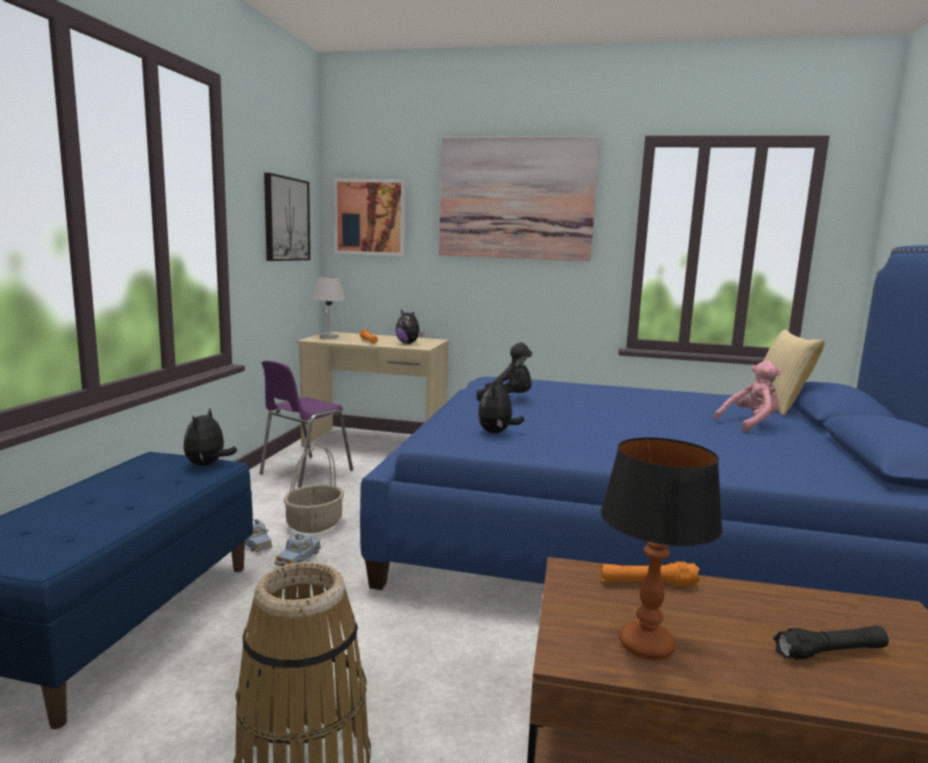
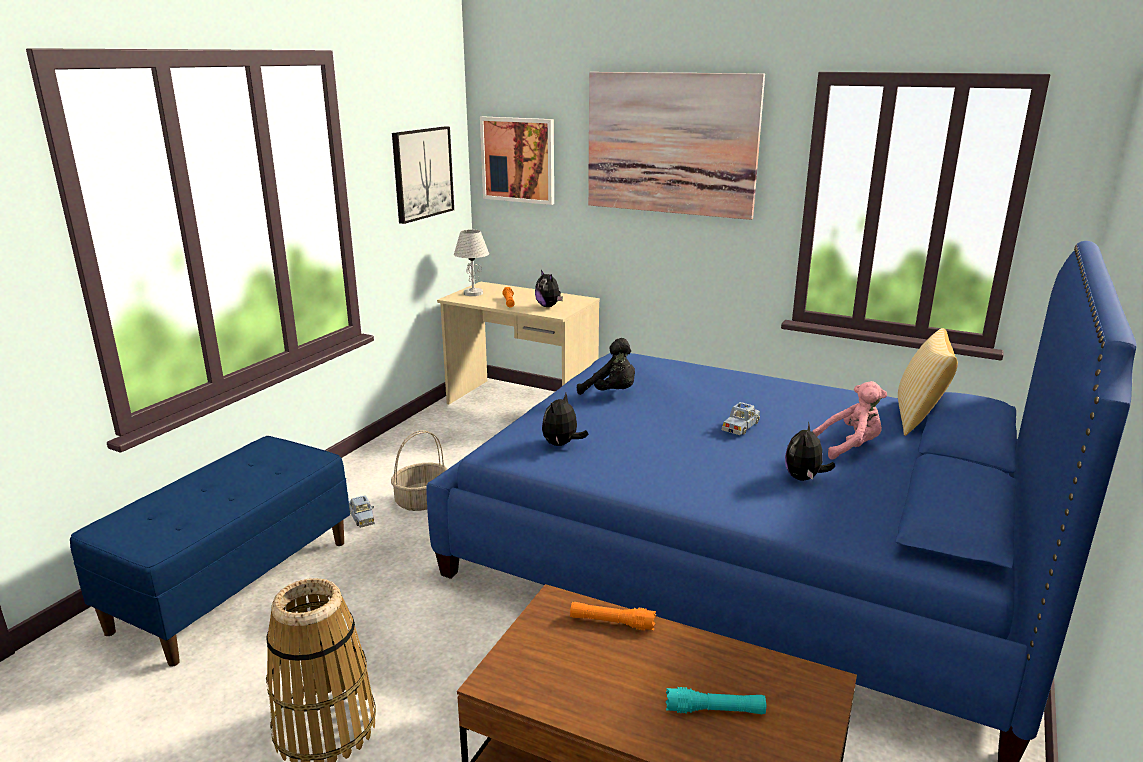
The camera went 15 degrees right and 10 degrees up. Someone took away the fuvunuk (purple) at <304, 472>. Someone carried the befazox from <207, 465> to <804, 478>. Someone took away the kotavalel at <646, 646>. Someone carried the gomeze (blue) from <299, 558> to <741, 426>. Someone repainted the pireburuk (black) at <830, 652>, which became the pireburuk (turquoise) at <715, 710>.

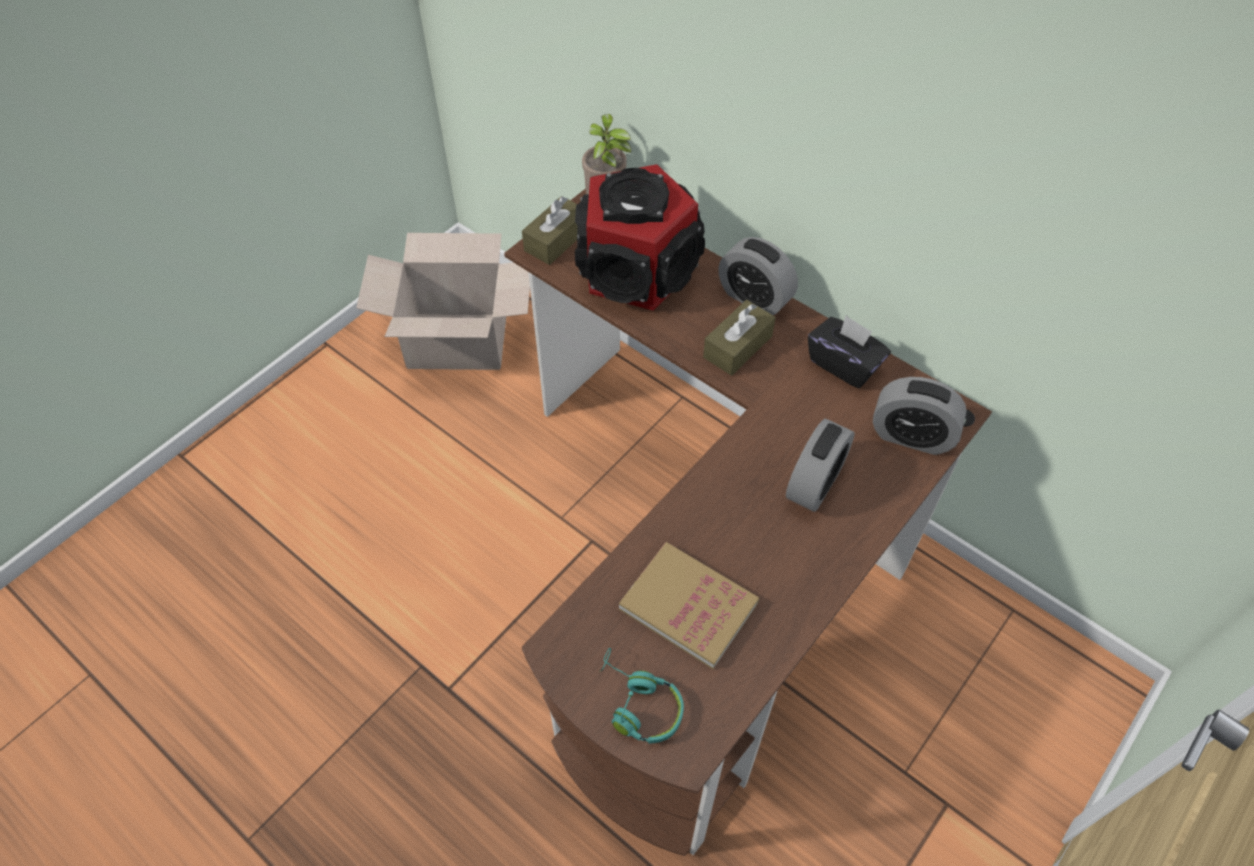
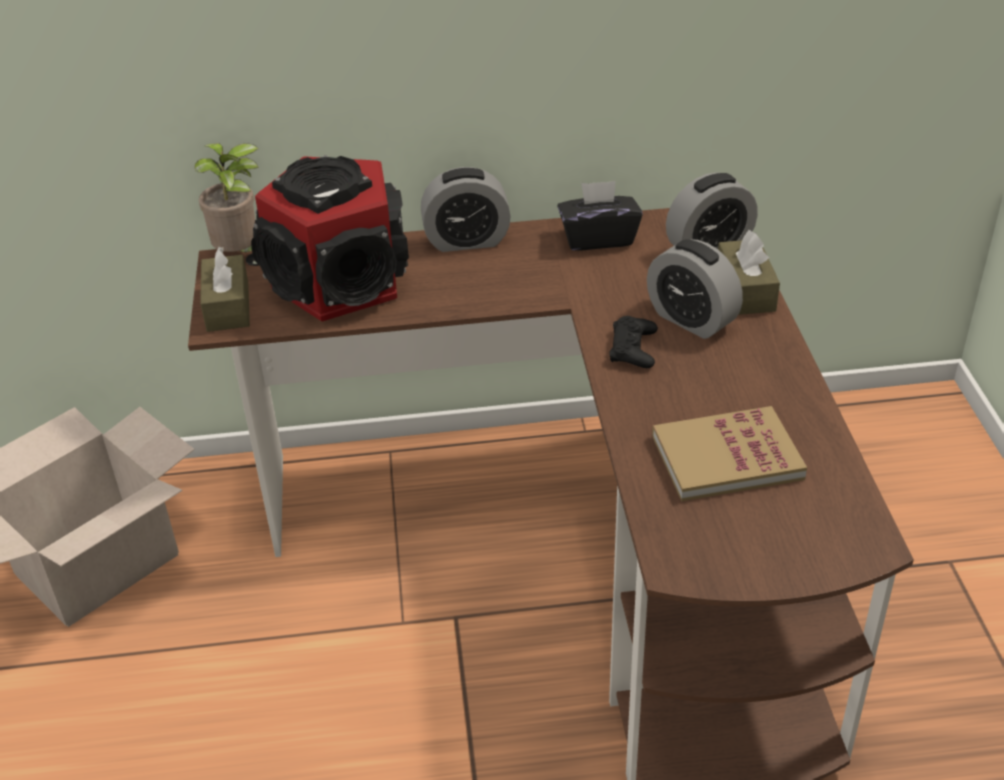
The camera went 45 degrees left and 15 degrees down. Someone carried the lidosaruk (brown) from <737, 347> to <745, 290>. Someone rotated the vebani at <814, 483> by 150 degrees clockwise. Someone took away the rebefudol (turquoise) at <638, 704>. Someone put down the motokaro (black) at <633, 348>.

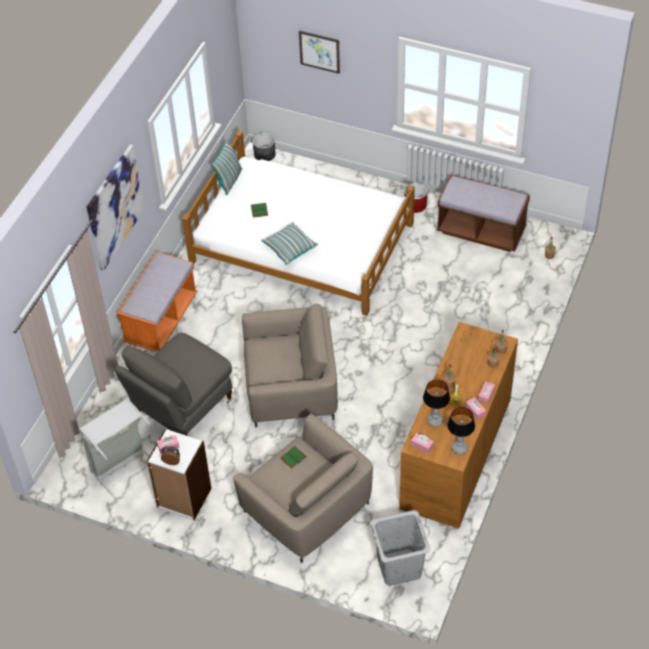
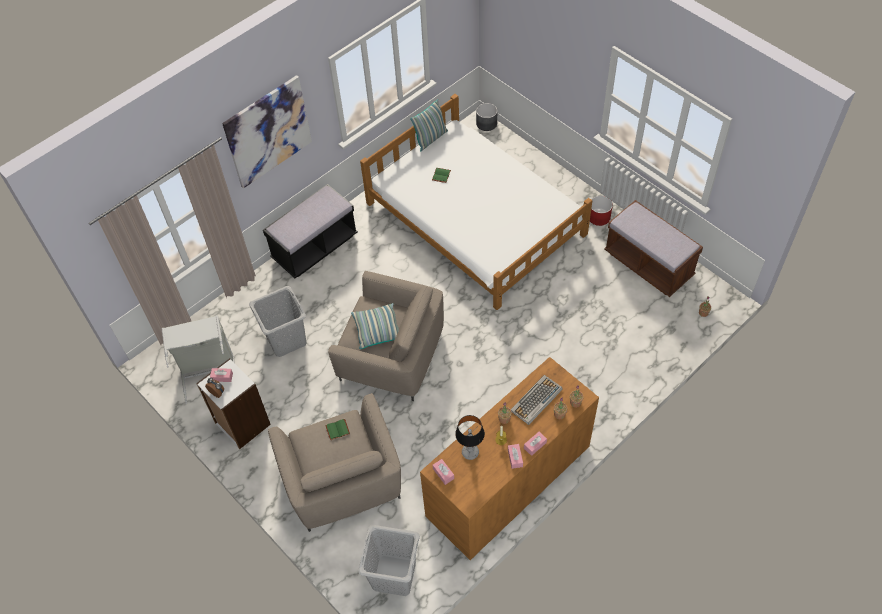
The camera went 25 degrees right and 5 degrees up. Someone took away the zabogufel at <319, 51>. Someone carried the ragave from <289, 248> to <377, 330>. Someone repainted the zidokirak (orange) at <161, 319>, which became the zidokirak (black) at <315, 247>. Someone swapped the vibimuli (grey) at <181, 410> for the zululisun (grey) at <285, 339>. Someone took away the kotavalel at <459, 448>. Someone put down the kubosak at <536, 400>.

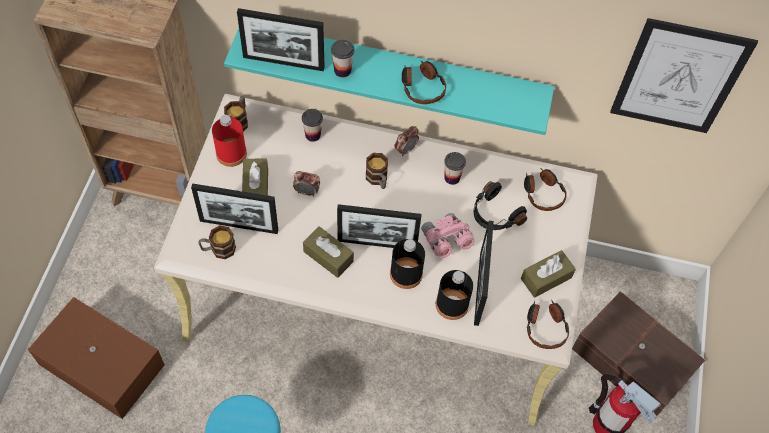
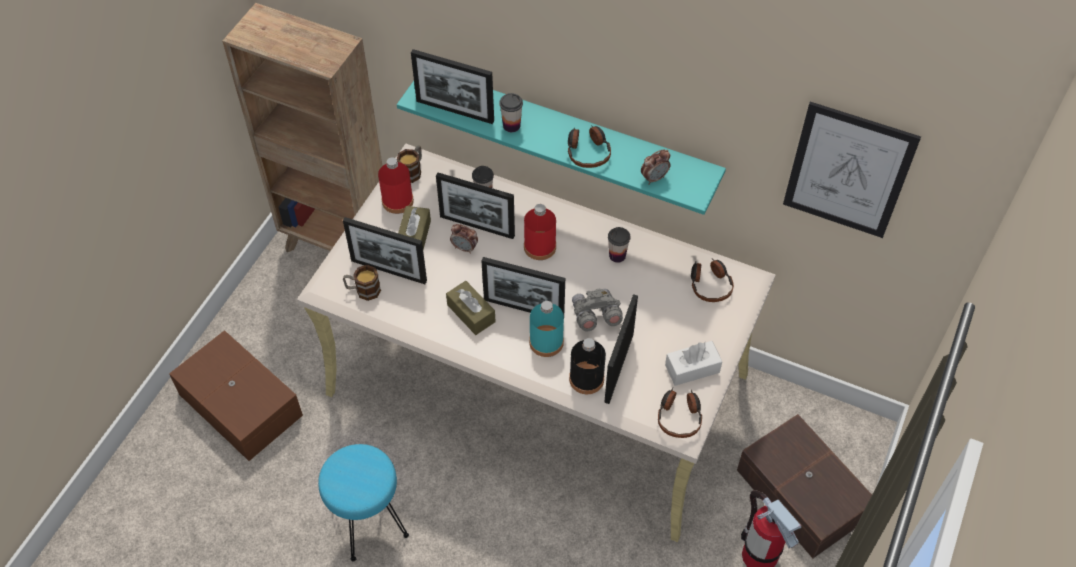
The camera went 15 degrees right and 5 degrees down. Someone carried the vebani from <406, 149> to <654, 178>. Someone swapped the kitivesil at <378, 180> for the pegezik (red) at <540, 247>. Someone took away the rebefudol (black) at <494, 214>. Someone repainted the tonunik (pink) at <445, 241>, which became the tonunik (grey) at <595, 317>. Someone repainted the pegezik (black) at <406, 274>, which became the pegezik (turquoise) at <546, 342>. Someone repainted the lidosaruk (brown) at <546, 278>, which became the lidosaruk (white) at <692, 368>. Someone put down the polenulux at <477, 226>.

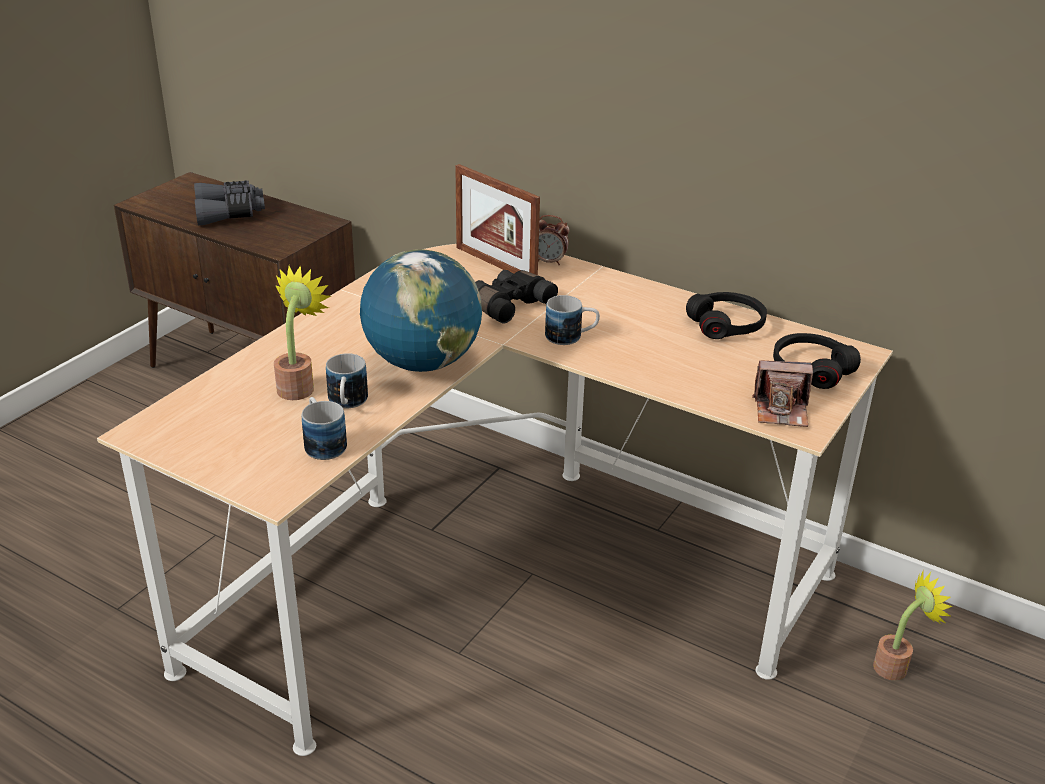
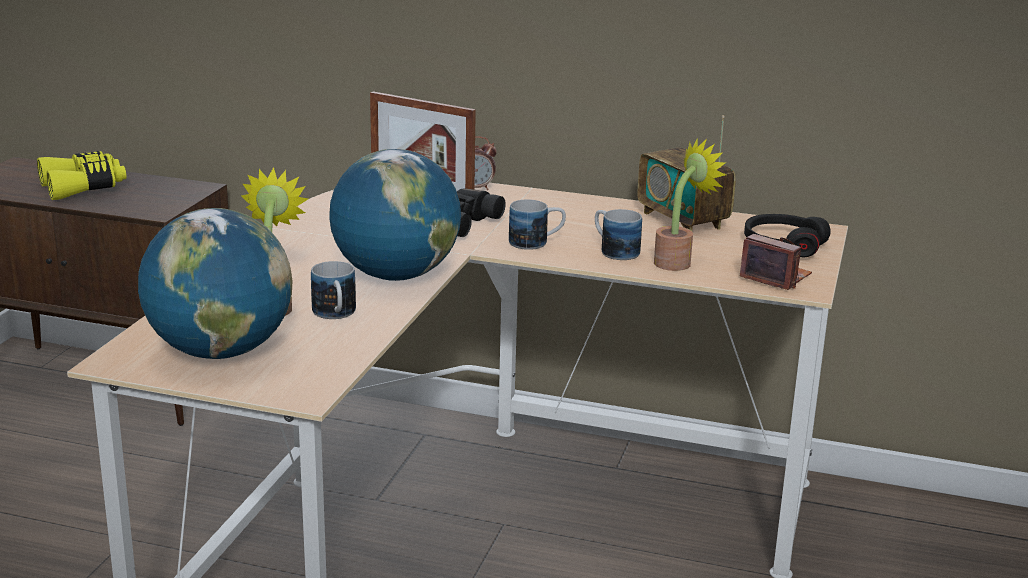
The camera went 15 degrees left and 10 degrees down. Someone repainted the tonunik (grey) at <230, 213>, which became the tonunik (yellow) at <83, 187>. Someone swapped the rebefudol (black) at <726, 325> for the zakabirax at <682, 220>. Someone rotated the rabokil at <781, 410> by 135 degrees counterclockwise. Someone carried the kitivesil from <322, 443> to <614, 250>. Someone carried the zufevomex from <896, 666> to <678, 262>. Someone put down the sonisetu at <220, 352>.

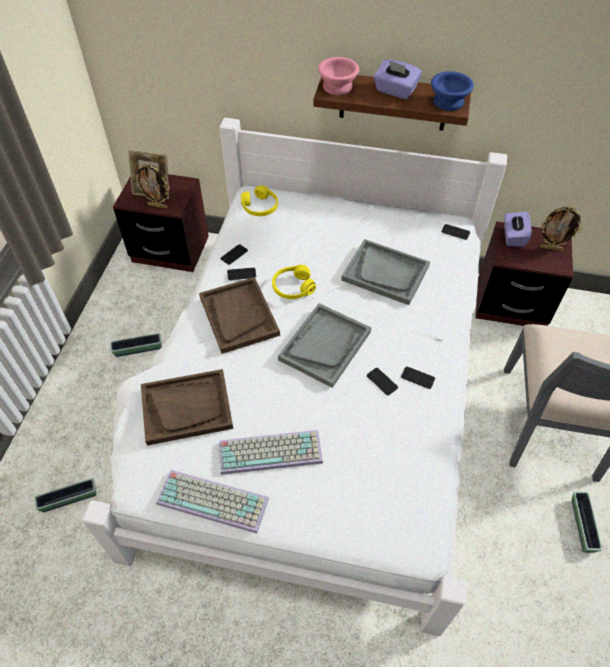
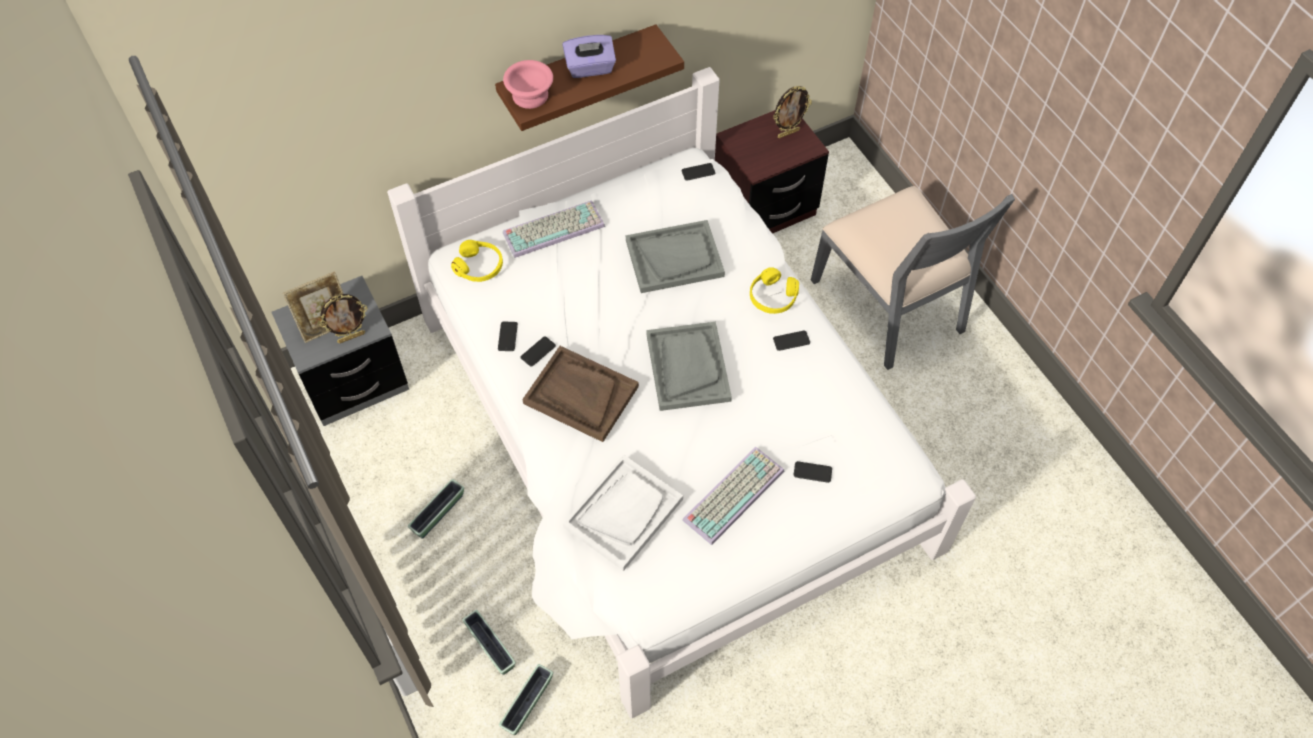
The camera went 40 degrees left and 5 degrees up. Someone took away the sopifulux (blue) at <447, 102>. Someone repainted the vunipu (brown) at <170, 249>, which became the vunipu (grey) at <354, 381>. Someone took away the lidosaruk (purple) at <513, 236>. Someone carried the rebefudol (yellow) from <293, 287> to <772, 297>. Someone carried the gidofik from <382, 381> to <812, 472>. Someone repainted the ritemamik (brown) at <187, 407>, which became the ritemamik (white) at <623, 513>. Someone carried the kubosak from <215, 499> to <554, 228>. Someone carried the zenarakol from <582, 525> to <490, 647>.

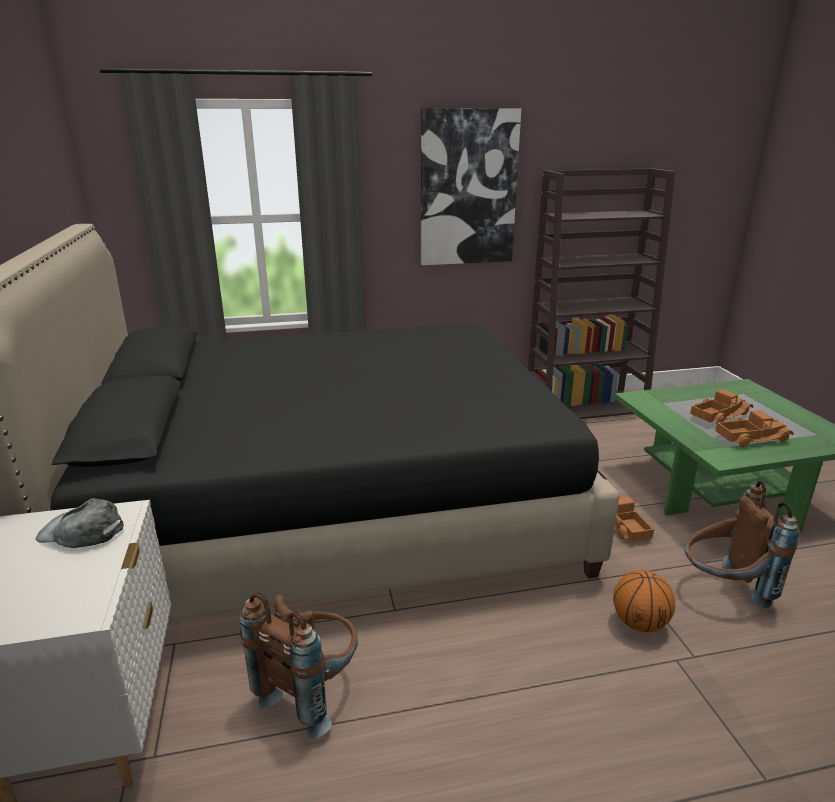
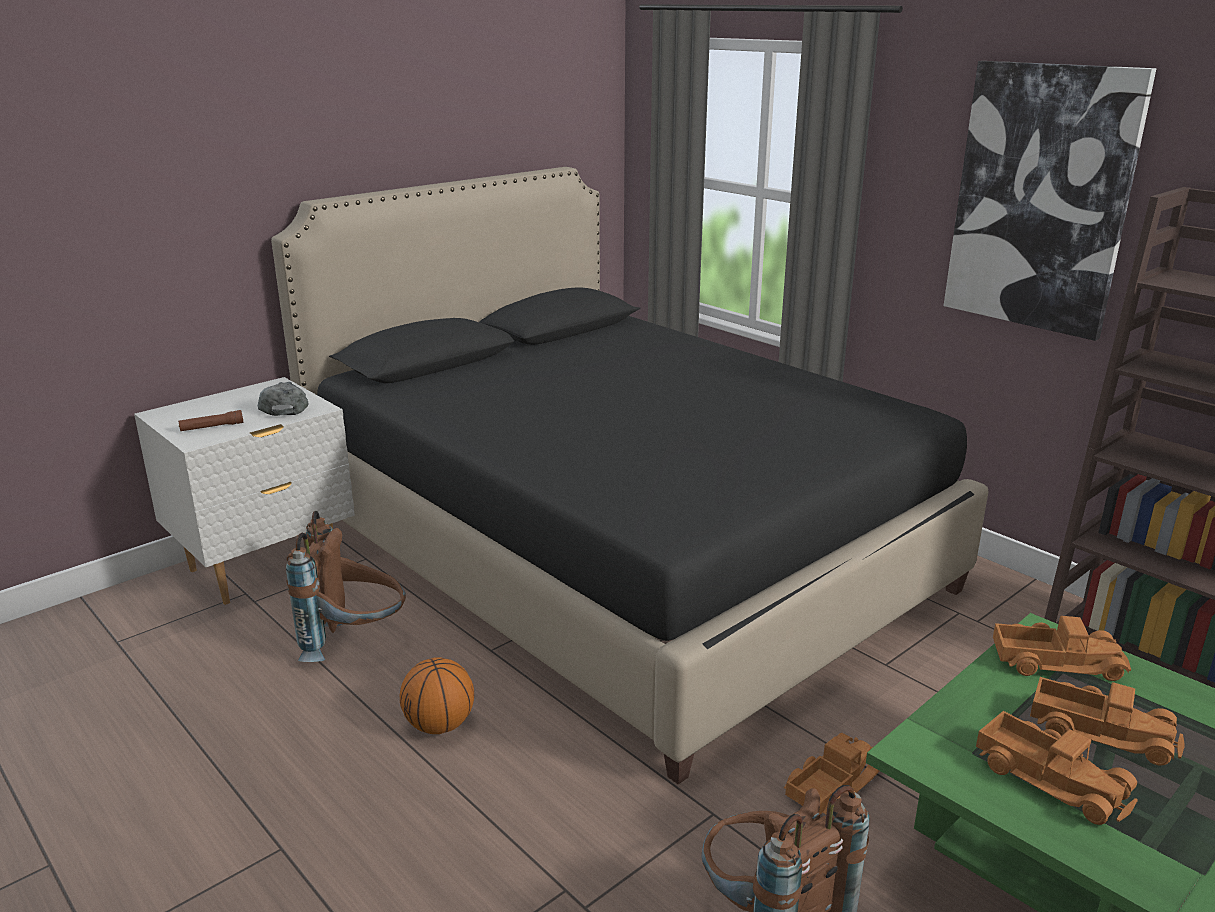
The camera went 60 degrees right and 0 degrees up. Someone carried the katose from <639, 623> to <439, 725>. Someone put down the pireburuk (brown) at <211, 427>. Someone put down the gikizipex at <1056, 662>.

